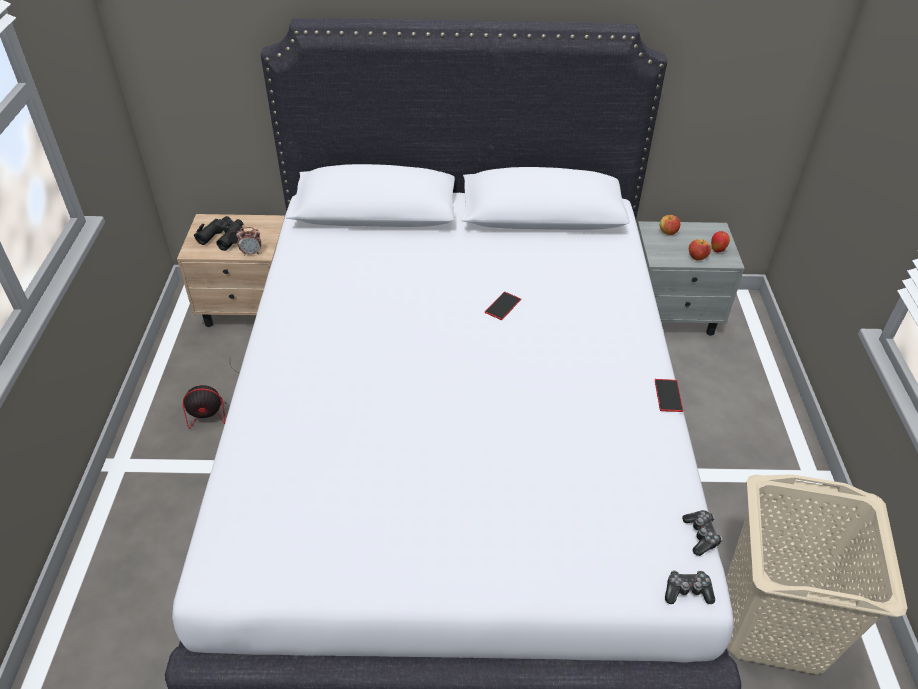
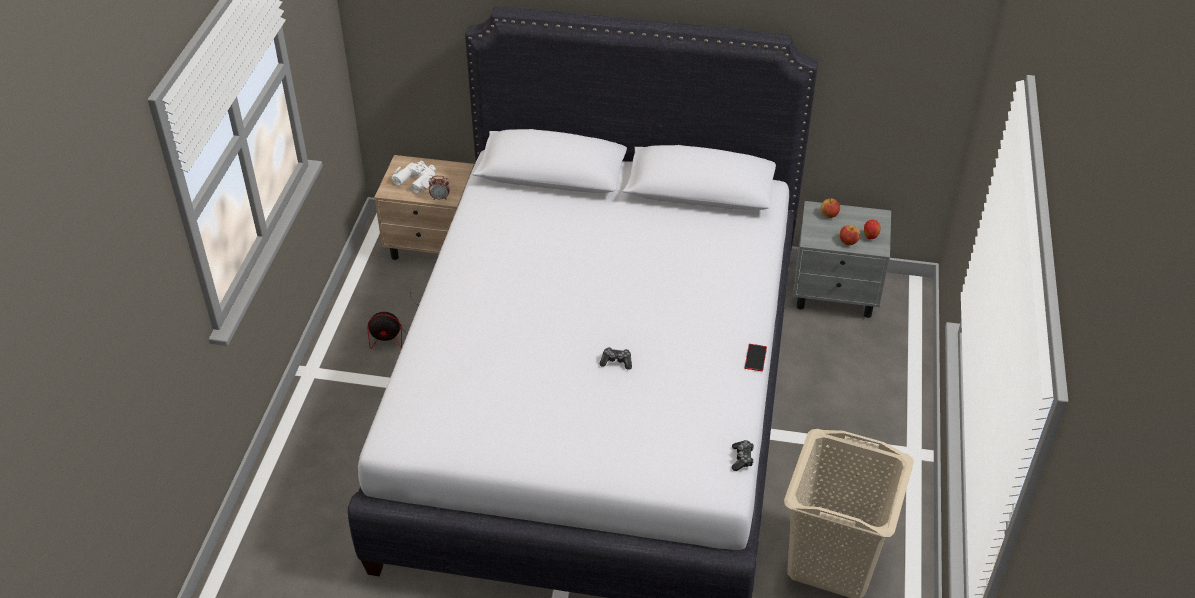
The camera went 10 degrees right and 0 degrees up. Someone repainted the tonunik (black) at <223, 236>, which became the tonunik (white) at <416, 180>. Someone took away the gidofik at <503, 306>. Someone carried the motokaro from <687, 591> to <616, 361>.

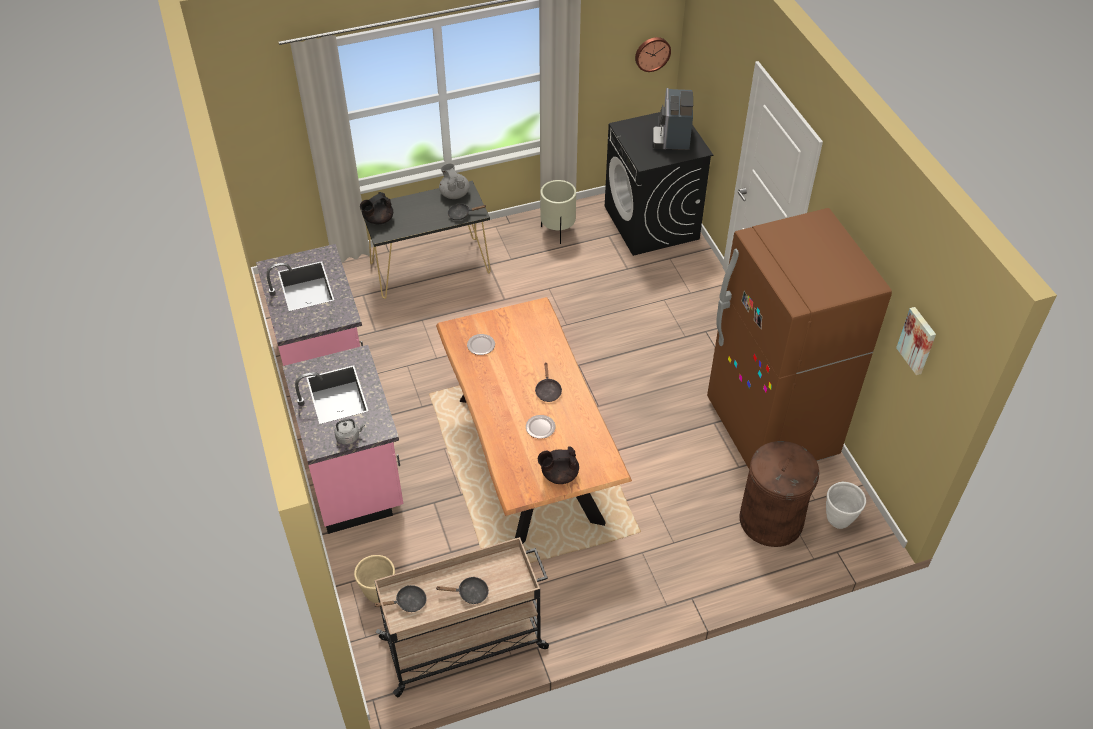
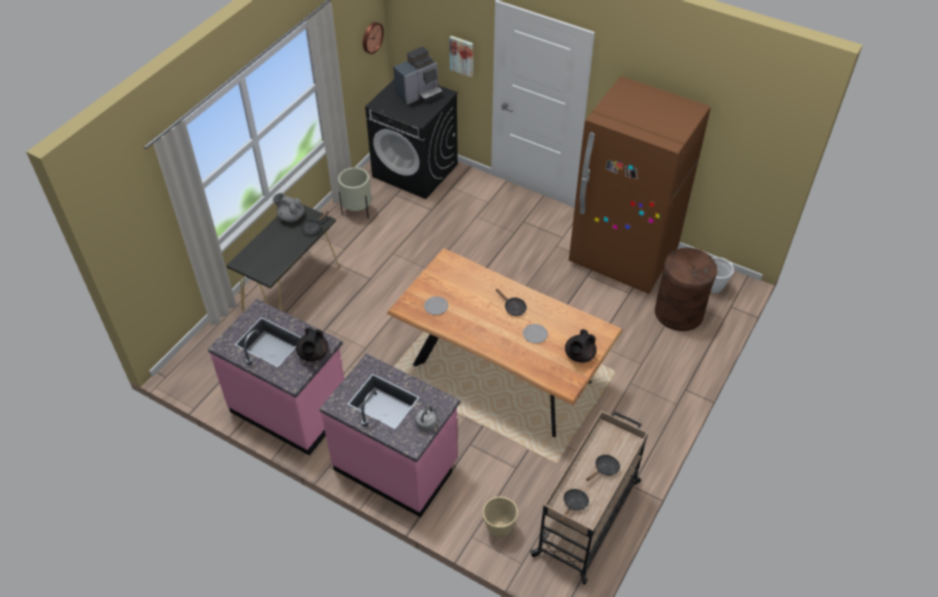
The camera went 40 degrees left and 0 degrees up. Someone rotated the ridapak at <672, 138> by 90 degrees counterclockwise. Someone carried the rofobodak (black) from <378, 220> to <313, 354>. Someone carried the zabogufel from <918, 340> to <462, 55>.

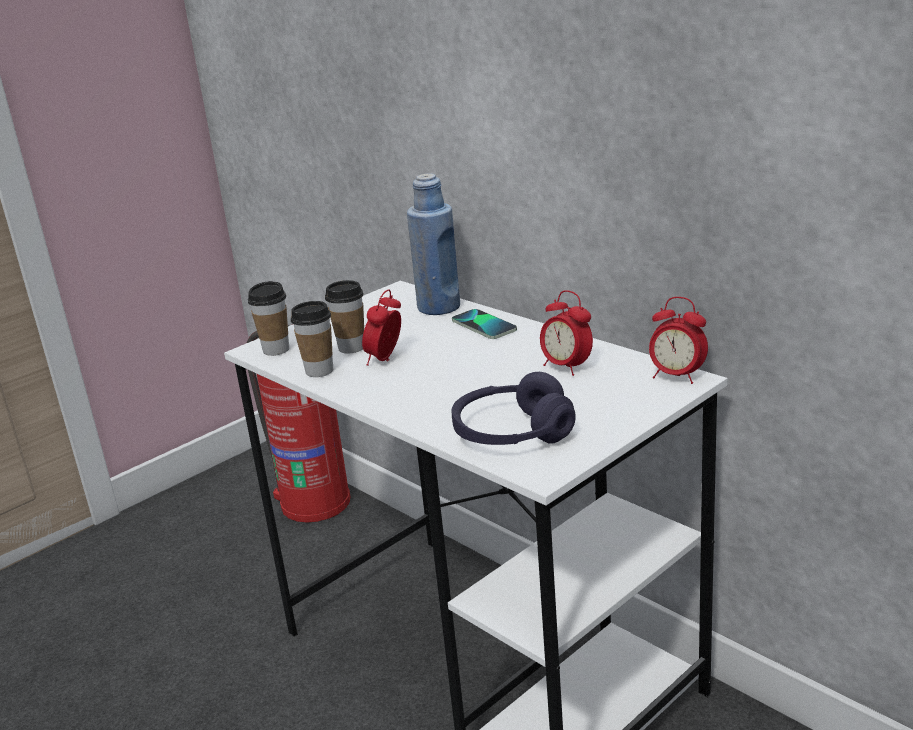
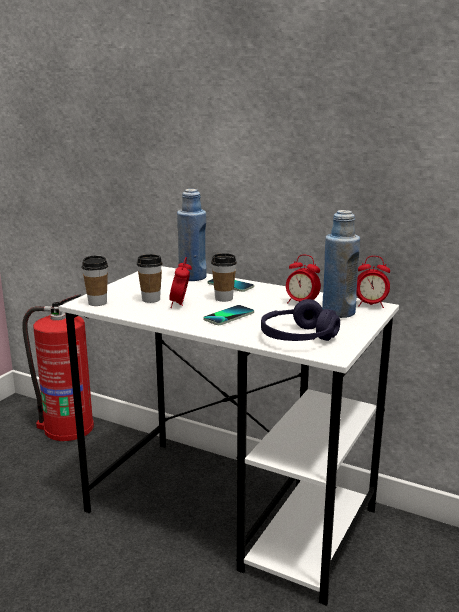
The camera went 20 degrees left and 5 degrees down. Someone carried the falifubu from <319, 371> to <224, 298>. Someone put down the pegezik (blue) at <338, 312>. Someone put down the gidofik at <229, 316>.

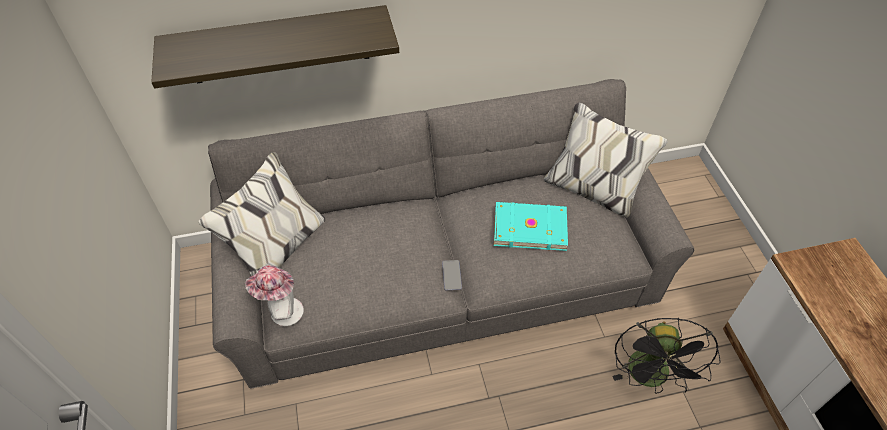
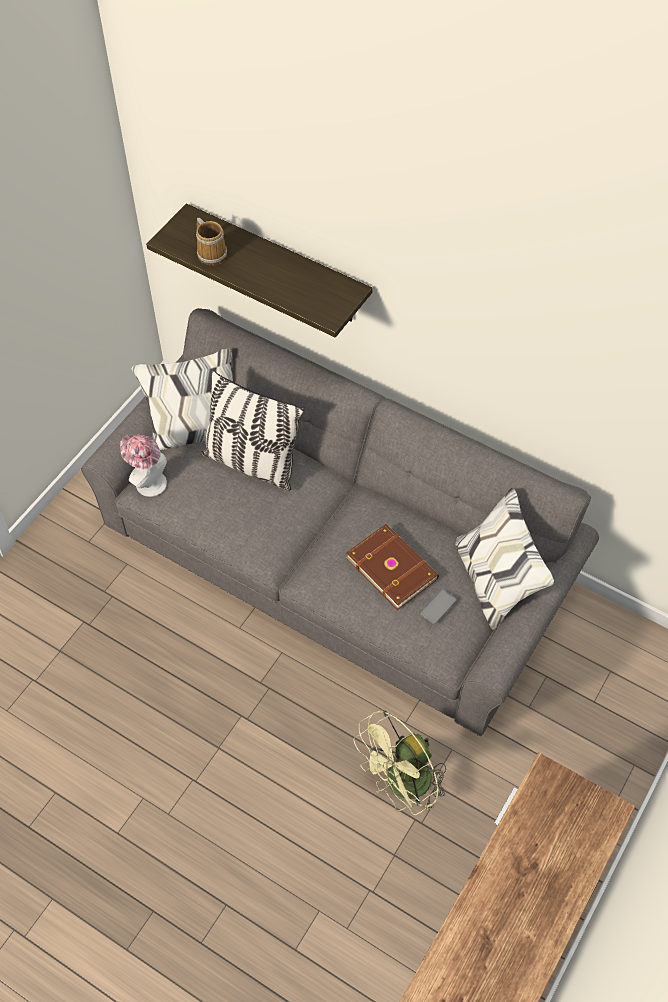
The camera went 45 degrees right and 5 degrees up. Someone repainted the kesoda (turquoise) at <529, 227>, which became the kesoda (brown) at <392, 567>. Someone carried the gidofik from <451, 275> to <438, 607>. Someone repainted the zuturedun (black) at <650, 378>, which became the zuturedun (green) at <401, 785>. Someone put down the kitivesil at <212, 253>. Someone put down the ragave at <251, 463>.

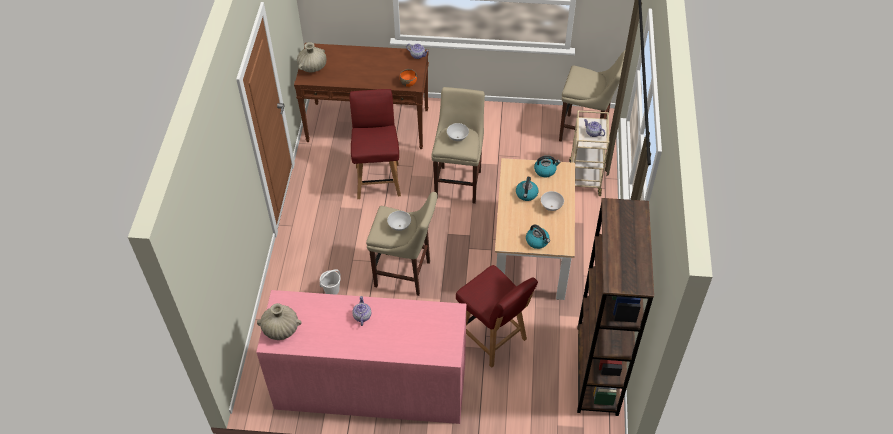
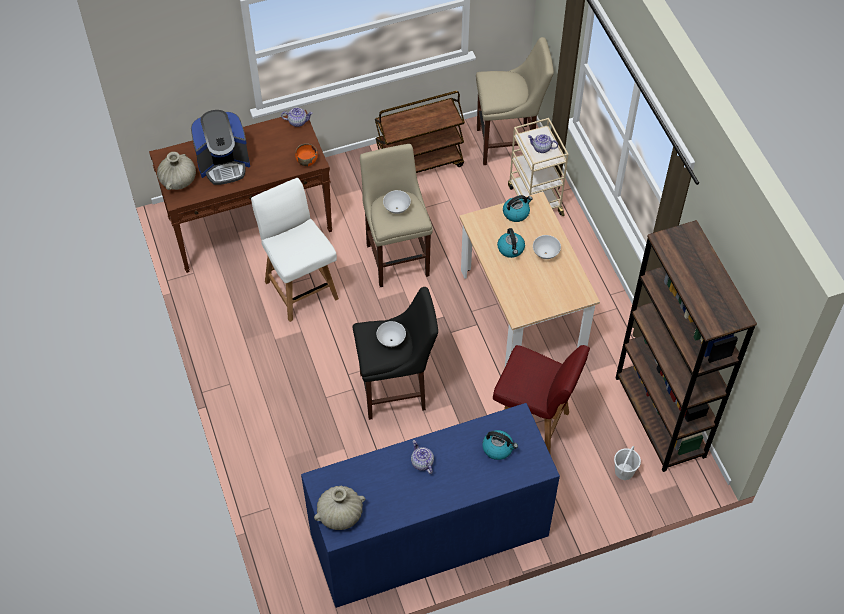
The camera went 25 degrees left and 5 degrees up. Someone repainted the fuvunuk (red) at <378, 179>, which became the fuvunuk (white) at <300, 288>. Someone repainted the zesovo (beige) at <405, 275>, which became the zesovo (black) at <396, 391>. Someone carried the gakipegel from <537, 241> to <498, 448>. Someone carried the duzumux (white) from <331, 290> to <624, 472>. Someone repainted the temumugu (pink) at <370, 385>, which became the temumugu (blue) at <429, 535>. Someone put down the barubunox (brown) at <419, 163>. Someone put down the ridapak at <224, 164>.

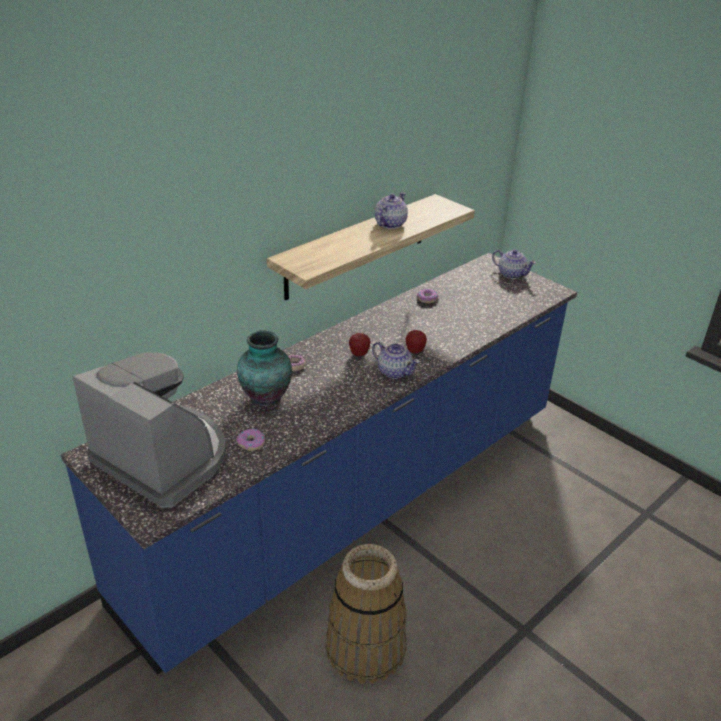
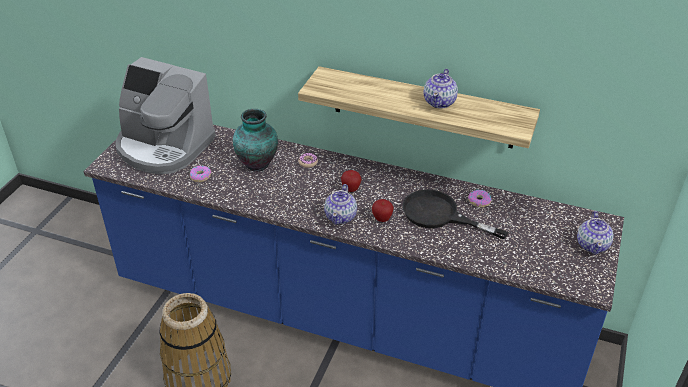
The camera went 65 degrees right and 5 degrees up. Someone rotated the rofobodak at <389, 224> by 105 degrees clockwise. Someone rotated the ridapak at <163, 458> by 105 degrees clockwise. Someone put down the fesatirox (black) at <439, 215>.

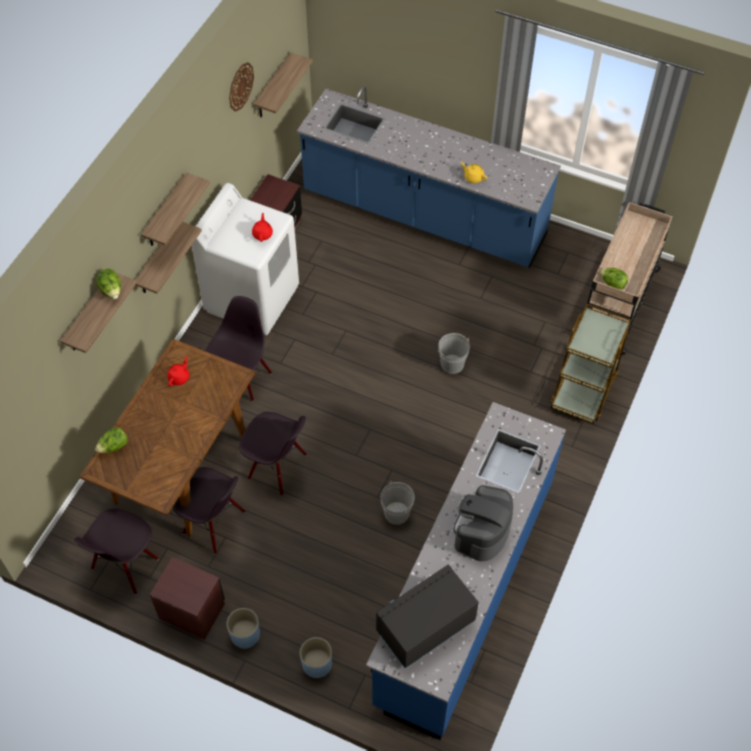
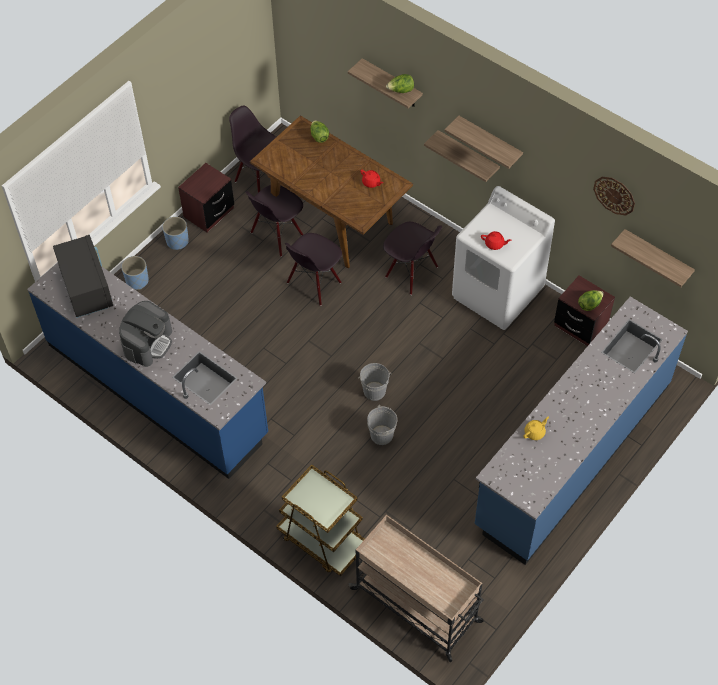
The camera went 105 degrees right and 0 degrees up. Someone carried the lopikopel from <612, 284> to <589, 304>. Someone carried the duzumux (grey) from <396, 513> to <374, 391>. Someone rotated the ridapak at <482, 531> by 75 degrees clockwise.

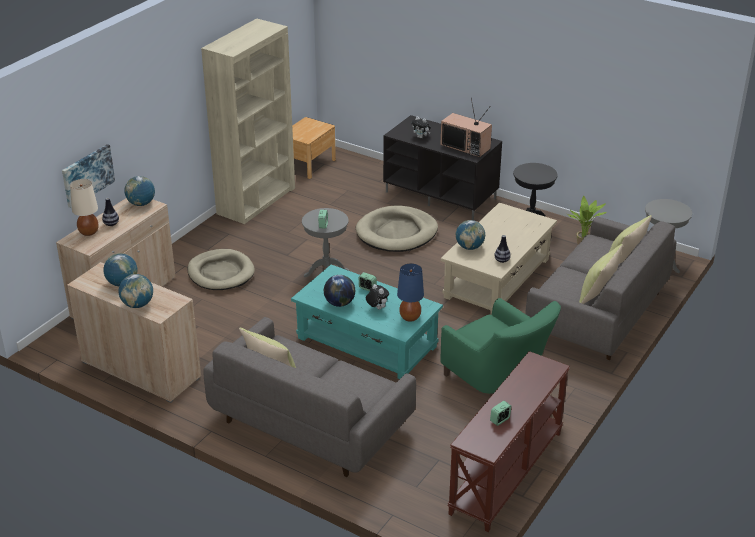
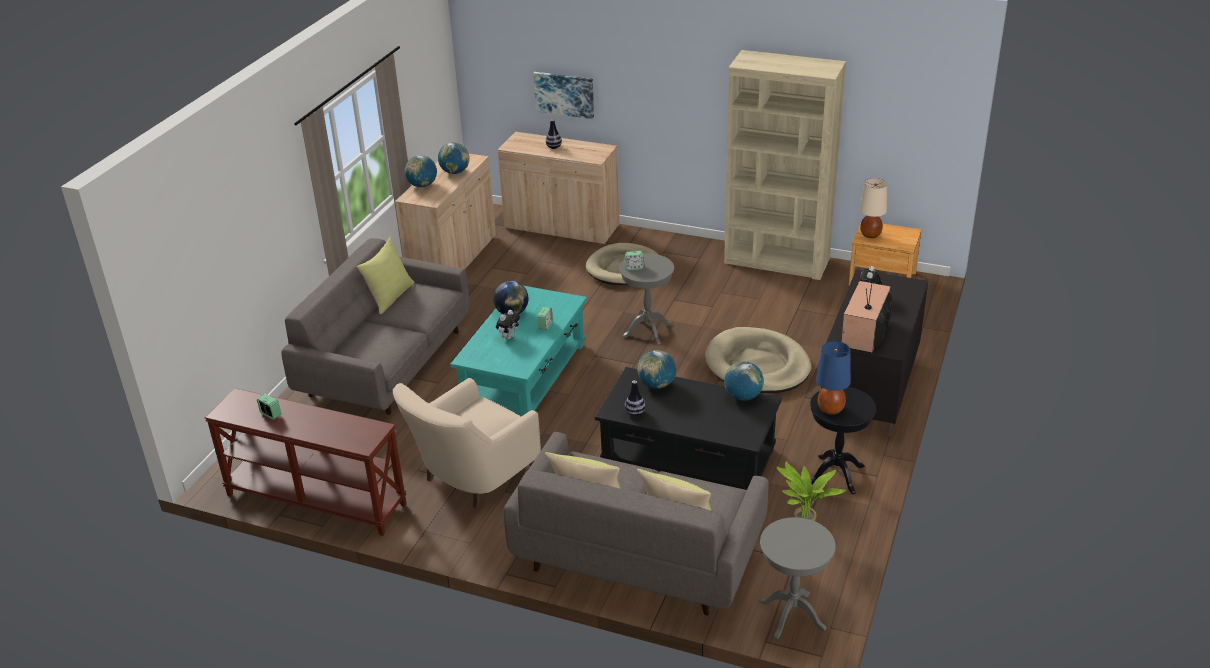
The camera went 80 degrees right and 0 degrees up. Someone carried the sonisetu from <141, 204> to <743, 397>. Someone carried the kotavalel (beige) from <89, 232> to <870, 235>. Someone repainted the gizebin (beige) at <496, 278>, which became the gizebin (black) at <687, 456>. Someone carried the kotavalel (blue) from <410, 317> to <831, 409>. Someone repainted the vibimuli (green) at <498, 382>, which became the vibimuli (beige) at <471, 478>.

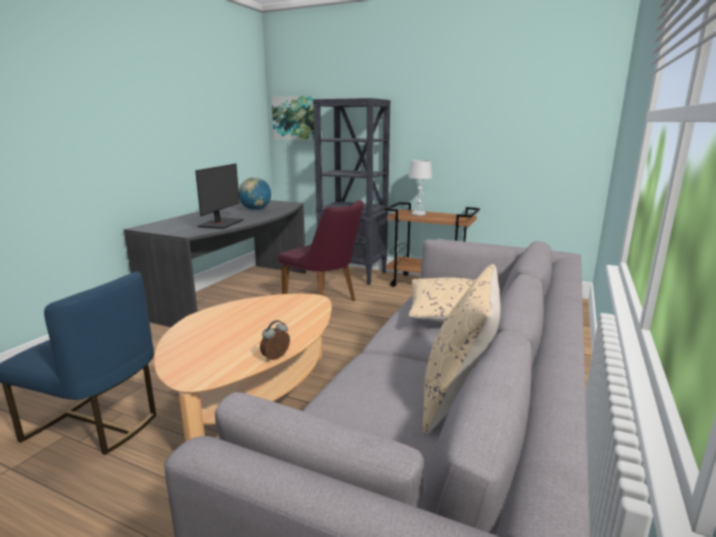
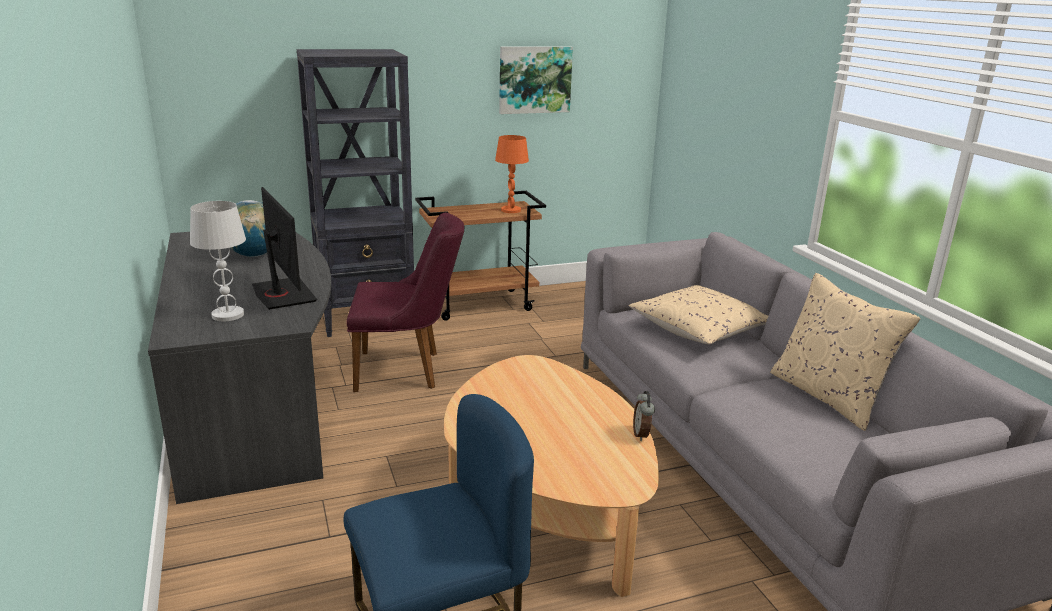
The camera went 45 degrees left and 5 degrees up. Someone carried the zabogufel from <294, 118> to <534, 79>. Someone carried the kotavalel (white) from <418, 214> to <228, 315>. Someone put down the kotavalel (orange) at <511, 210>.

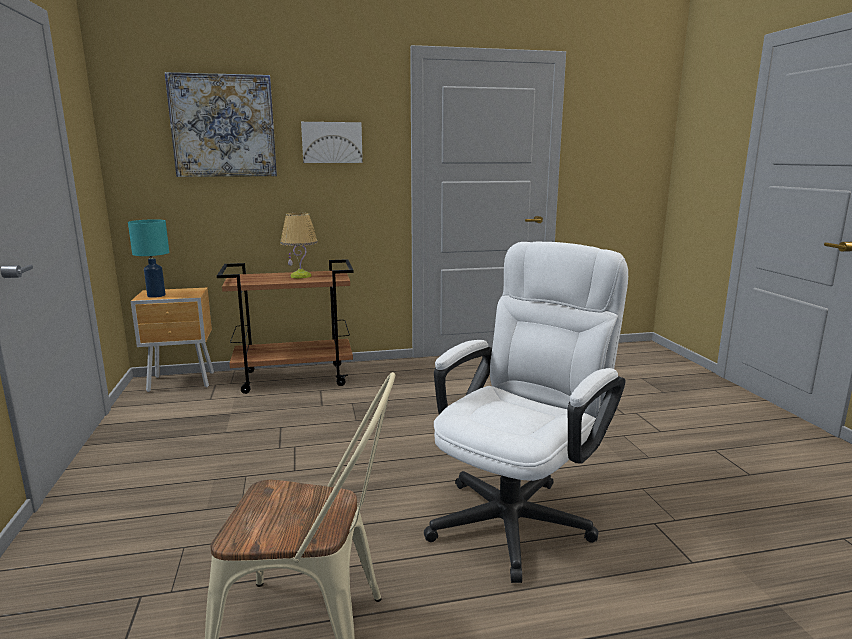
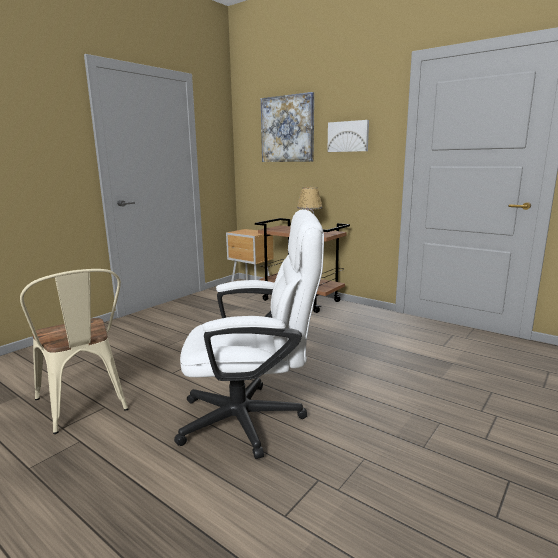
The camera went 50 degrees right and 0 degrees up. Someone took away the kotavalel (turquoise) at <155, 295>.

